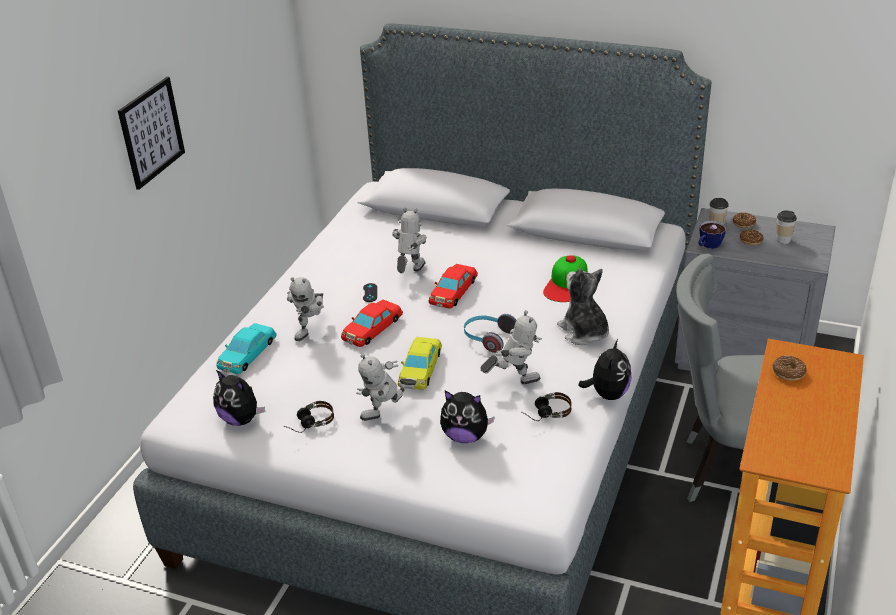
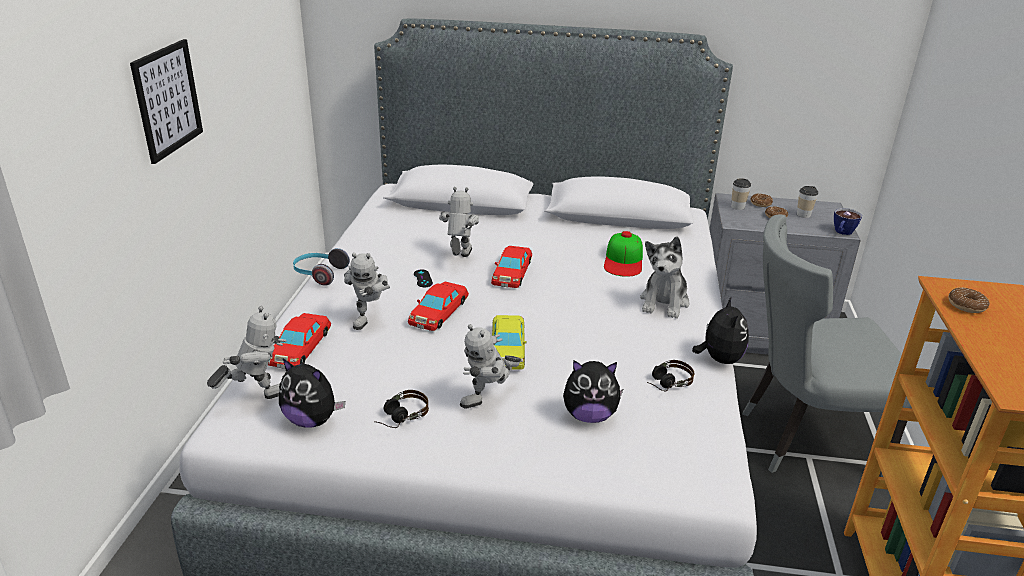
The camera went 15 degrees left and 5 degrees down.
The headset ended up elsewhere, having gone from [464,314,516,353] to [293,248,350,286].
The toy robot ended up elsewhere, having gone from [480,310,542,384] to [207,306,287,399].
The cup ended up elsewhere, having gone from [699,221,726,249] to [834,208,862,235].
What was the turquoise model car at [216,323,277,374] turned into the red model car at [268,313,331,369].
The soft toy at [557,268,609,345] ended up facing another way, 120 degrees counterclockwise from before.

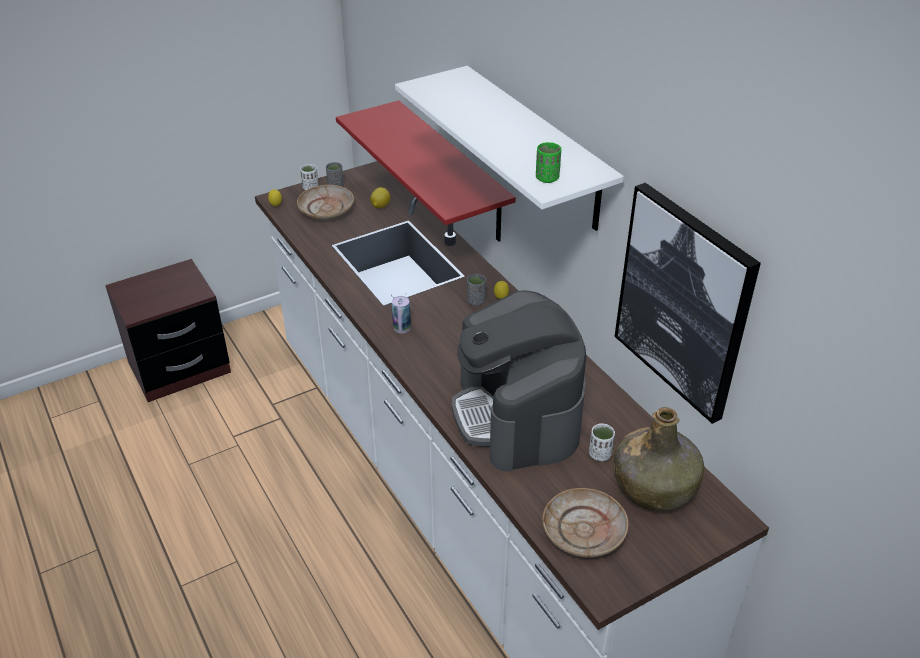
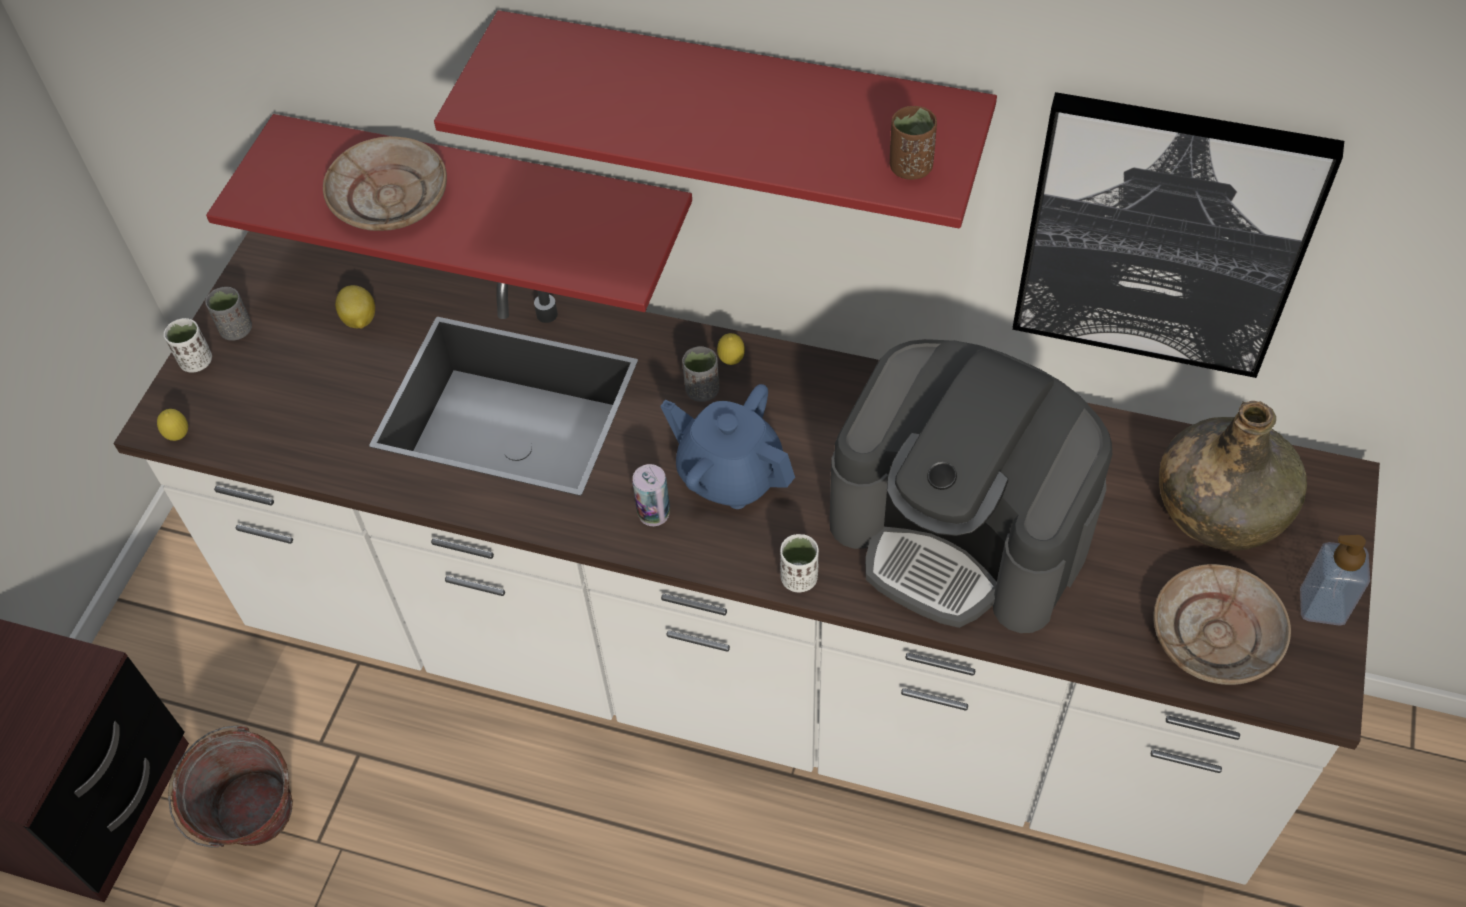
The camera went 40 degrees left and 15 degrees up.
The second view gained the pail at [168,725,293,848].
The second view gained the bluish tea pot at [660,384,795,509].
The second view gained the soap dispenser at [1300,535,1370,626].
The beige-coloured flat dish ended up elsewhere, having gone from [297,185,354,220] to [323,136,447,231].
The white cup ended up elsewhere, having gone from [589,423,615,461] to [780,534,819,593].
What was the white bracket shelf at [395,66,624,231] turned into the red bracket shelf at [434,10,997,228].
What was the greenish cup at [536,142,561,183] turned into the brownish cup at [890,106,937,180].

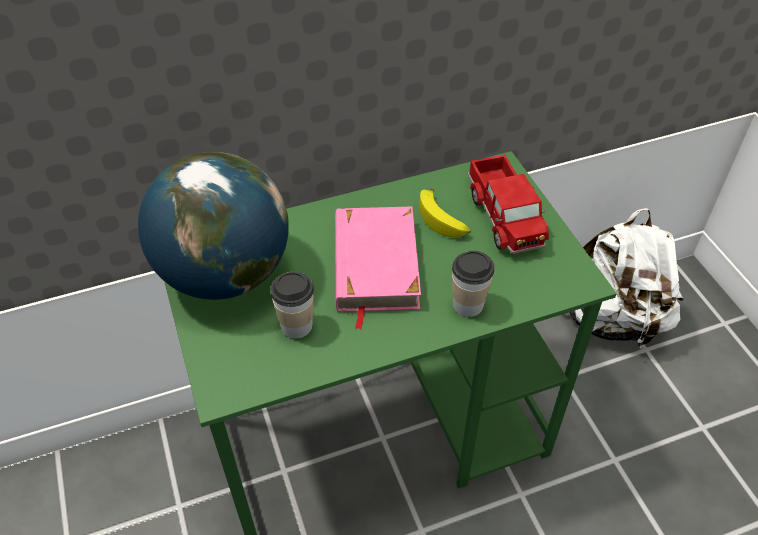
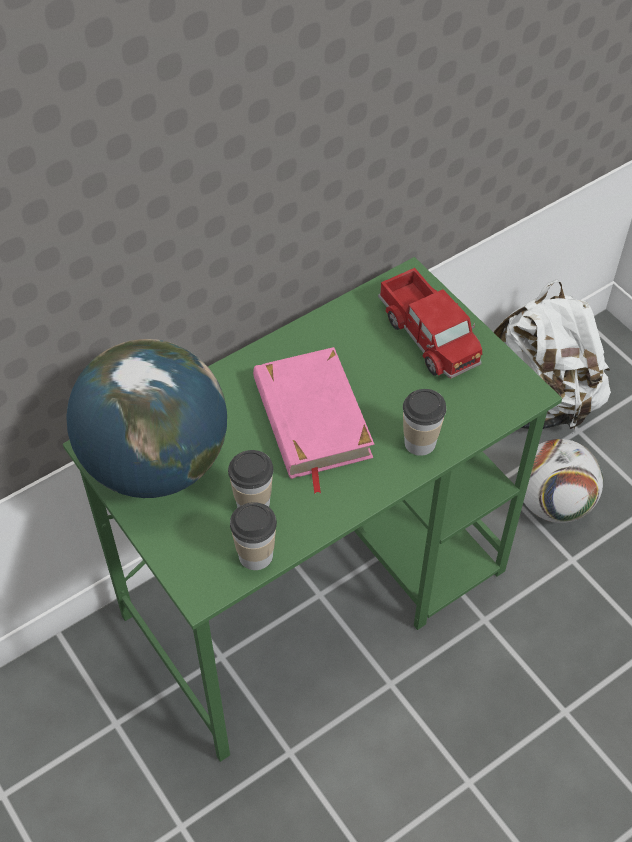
The camera went 15 degrees left and 5 degrees up.
The second view lost the banana at [419,189,471,238].
The second view gained the cup at [230,502,277,570].
The second view gained the ball for football at [524,439,603,523].

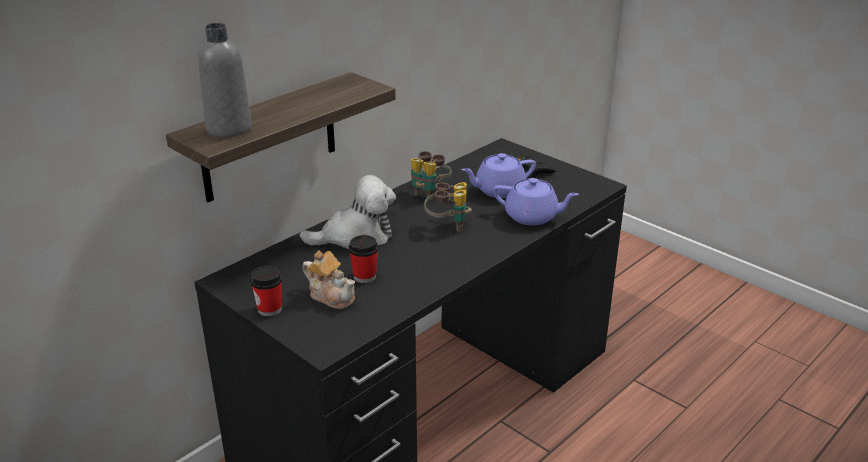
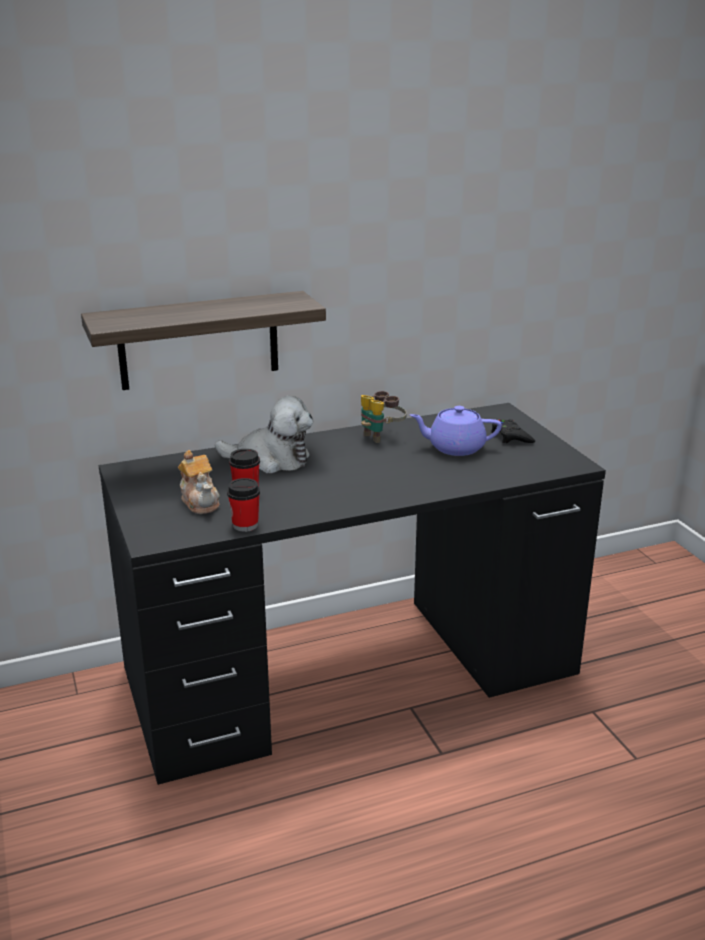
The camera went 25 degrees right and 5 degrees down.
The second view lost the gray beverage bottle at [198,23,252,137].
The second view lost the pair of binoculars at [424,182,472,232].
The second view lost the purple-coloured tea pot at [493,178,579,225].
The cup ended up elsewhere, having gone from [250,266,282,317] to [227,478,260,532].

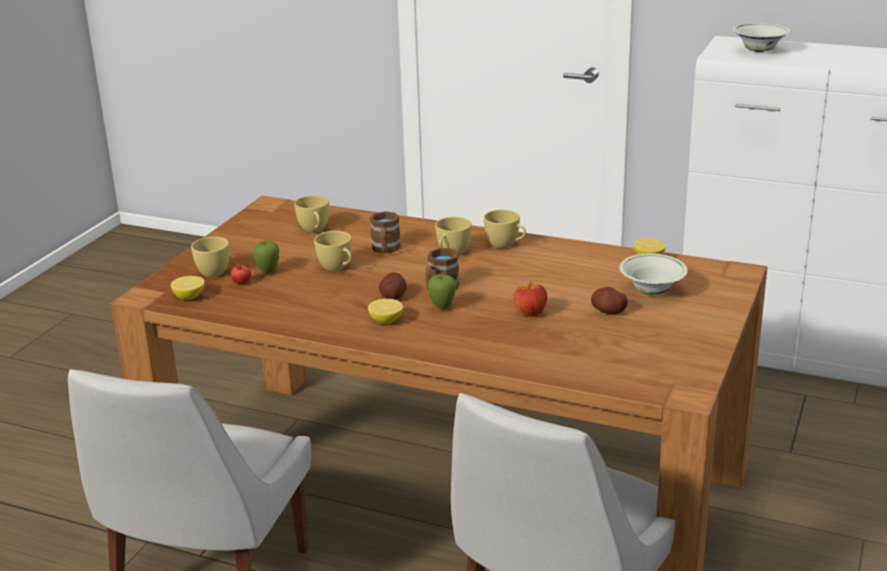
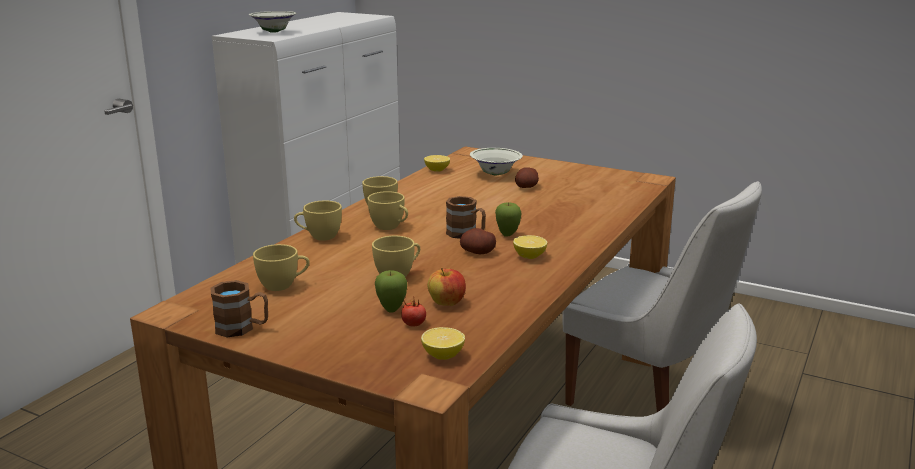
The camera went 85 degrees left and 5 degrees down.
The yellow cup ended up elsewhere, having gone from [191,237,230,277] to [294,200,342,241].
The brownish tea mug ended up elsewhere, having gone from [370,211,401,253] to [211,280,268,337].
The apple fruit ended up elsewhere, having gone from [513,281,547,317] to [428,268,466,306].

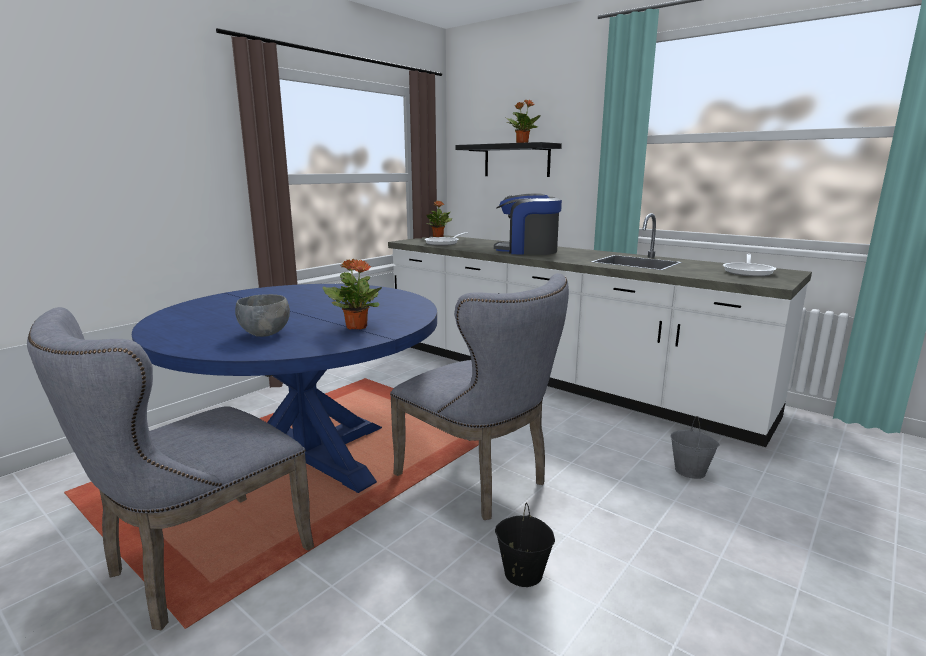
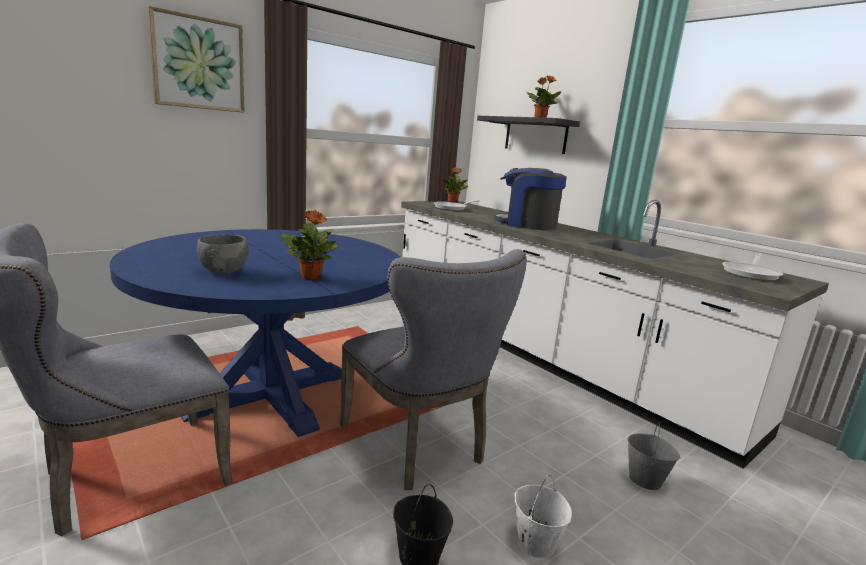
The camera went 10 degrees right and 0 degrees up.
The second view gained the wall picture at [147,6,245,113].
The second view gained the white pail at [515,475,572,558].

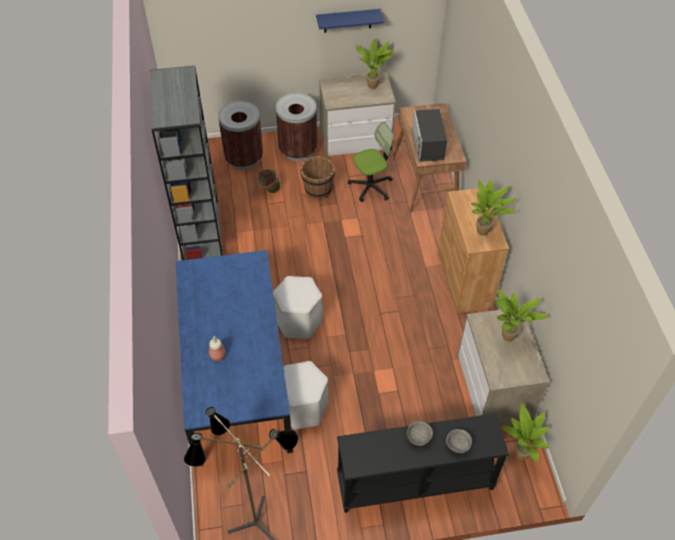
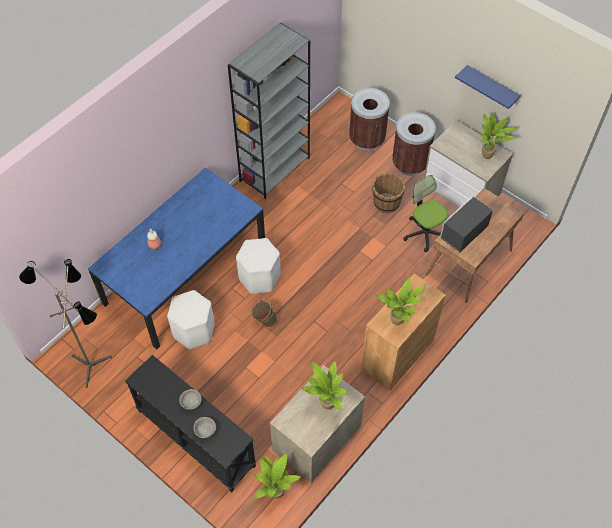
The camera went 50 degrees right and 5 degrees up.
The greenish pail ended up elsewhere, having gone from [257,168,280,193] to [251,300,277,327].
The computer chair at [348,122,394,202] ended up facing another way, 150 degrees counterclockwise from before.

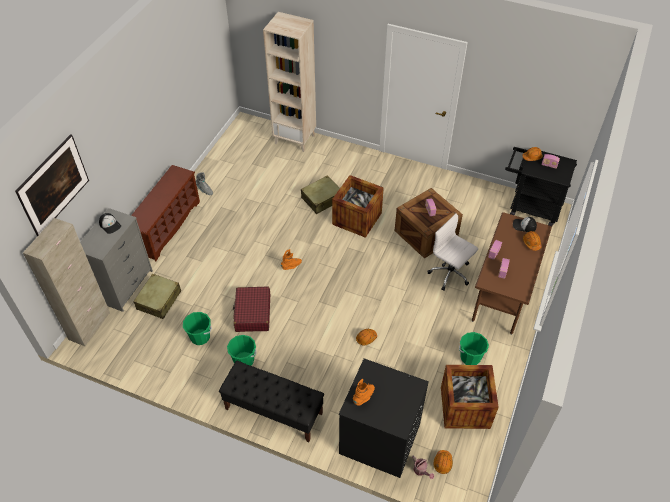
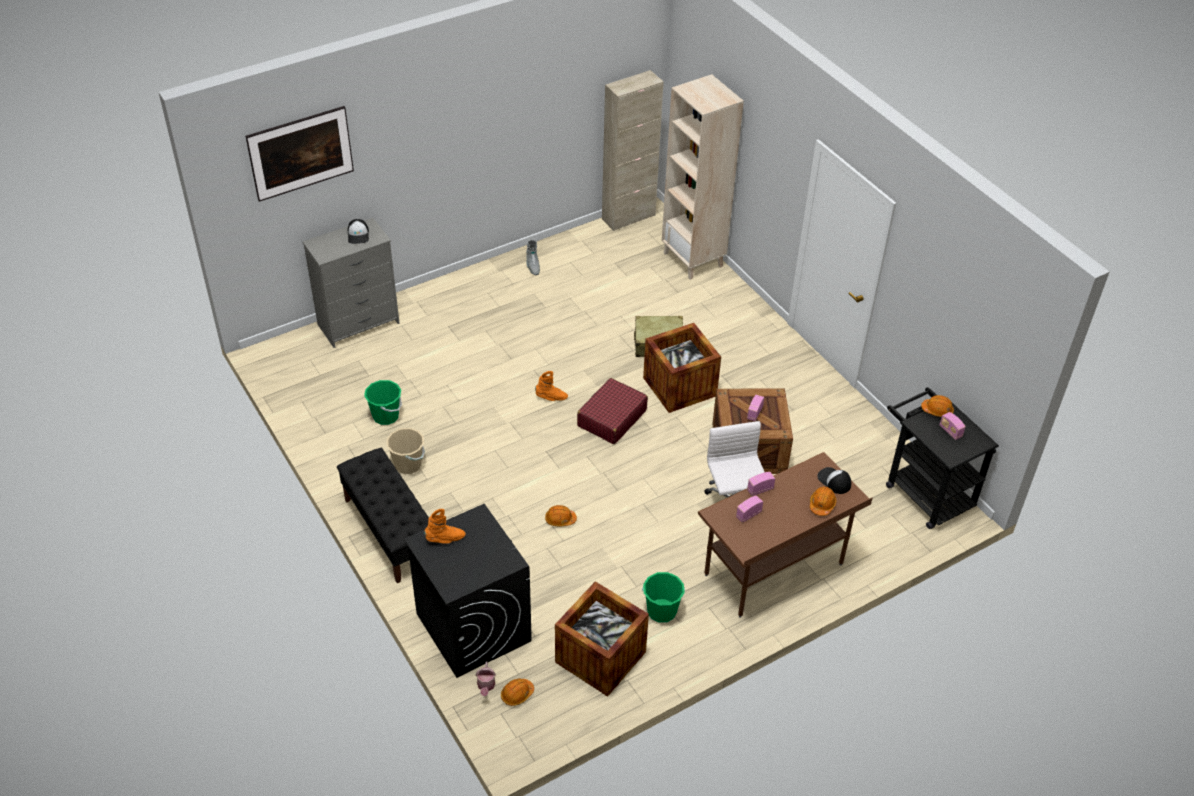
The camera went 35 degrees right and 5 degrees down.
The second view lost the brownish shoe rack at [131,165,200,261].
The second view lost the beige-coloured piece of luggage at [133,274,181,319].
The beige-coloured storage cabinet ended up elsewhere, having gone from [23,218,110,346] to [602,70,664,231].
The red piece of luggage ended up elsewhere, having gone from [233,287,270,332] to [577,378,648,444].
What was the greenish pail at [227,335,257,366] turned into the beige-coloured pail at [386,428,425,474].

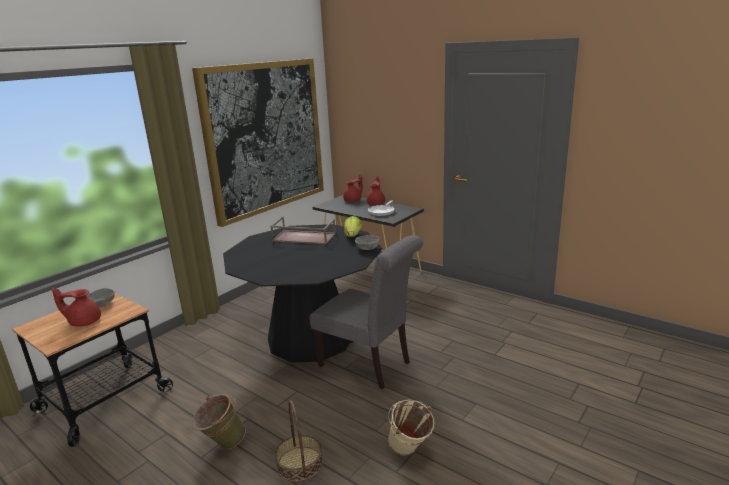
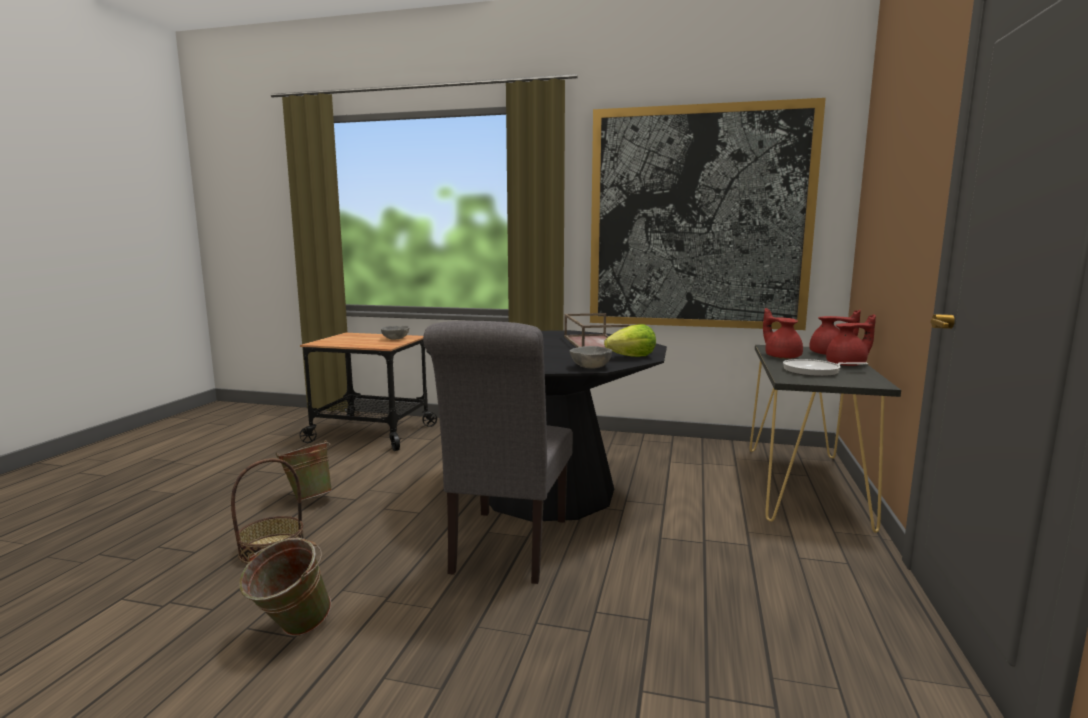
The camera went 65 degrees right and 10 degrees down.
The red tea pot ended up elsewhere, having gone from [52,288,101,327] to [763,308,803,359].
What was the beige-coloured pail at [388,399,435,456] turned into the greenish pail at [239,538,332,636].

